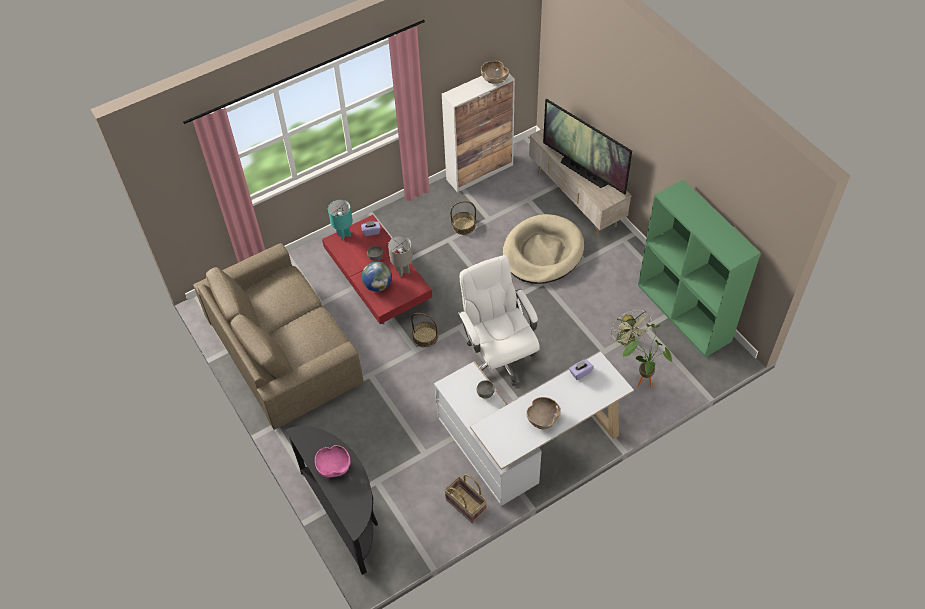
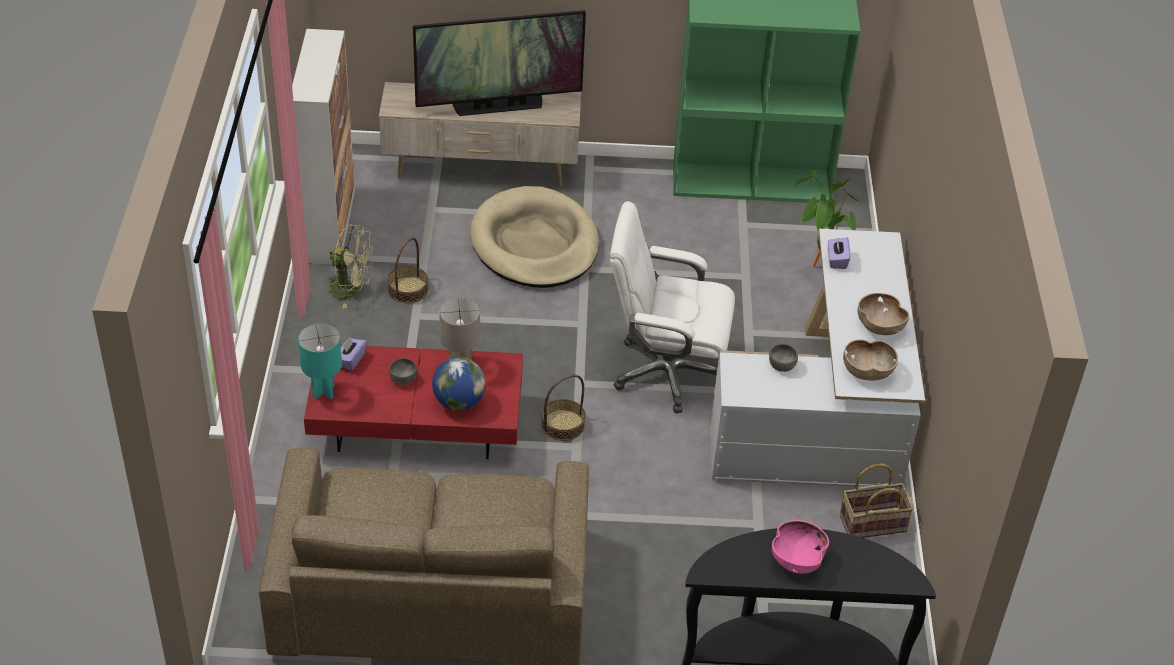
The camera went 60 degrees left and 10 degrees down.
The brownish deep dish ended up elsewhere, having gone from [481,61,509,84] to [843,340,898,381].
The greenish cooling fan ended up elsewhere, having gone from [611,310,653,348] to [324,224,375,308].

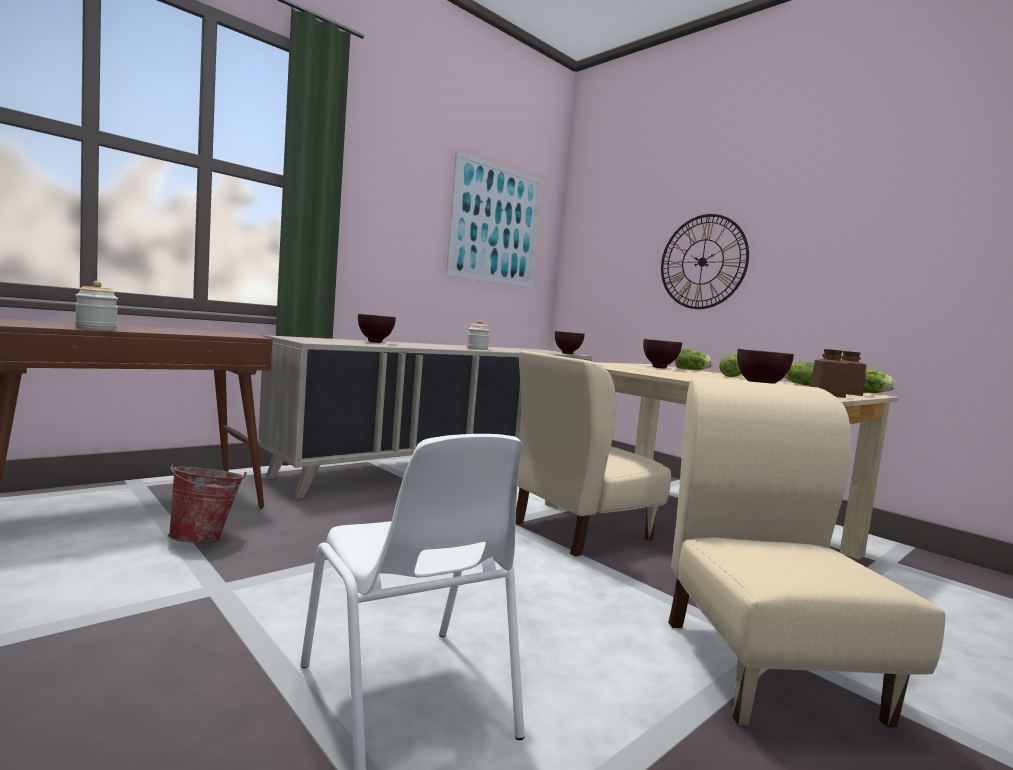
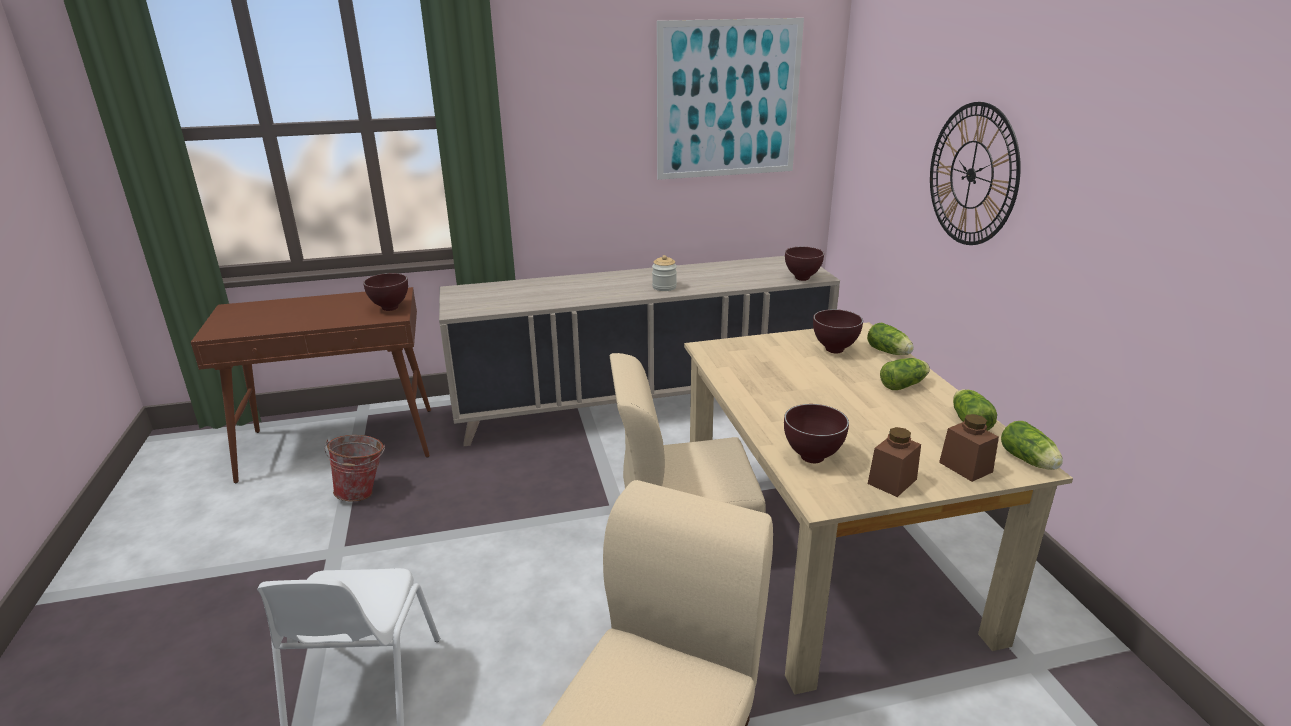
The camera went 30 degrees right and 20 degrees up.
The second view lost the preserve jar at [75,281,118,330].
The brownish deep dish ended up elsewhere, having gone from [358,314,396,343] to [363,273,408,311].

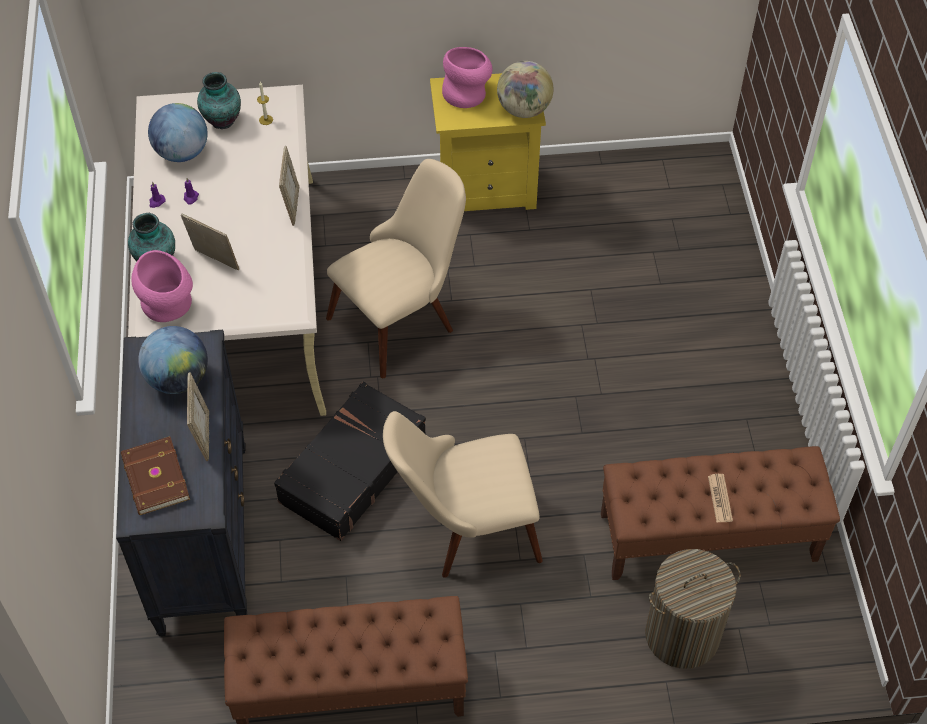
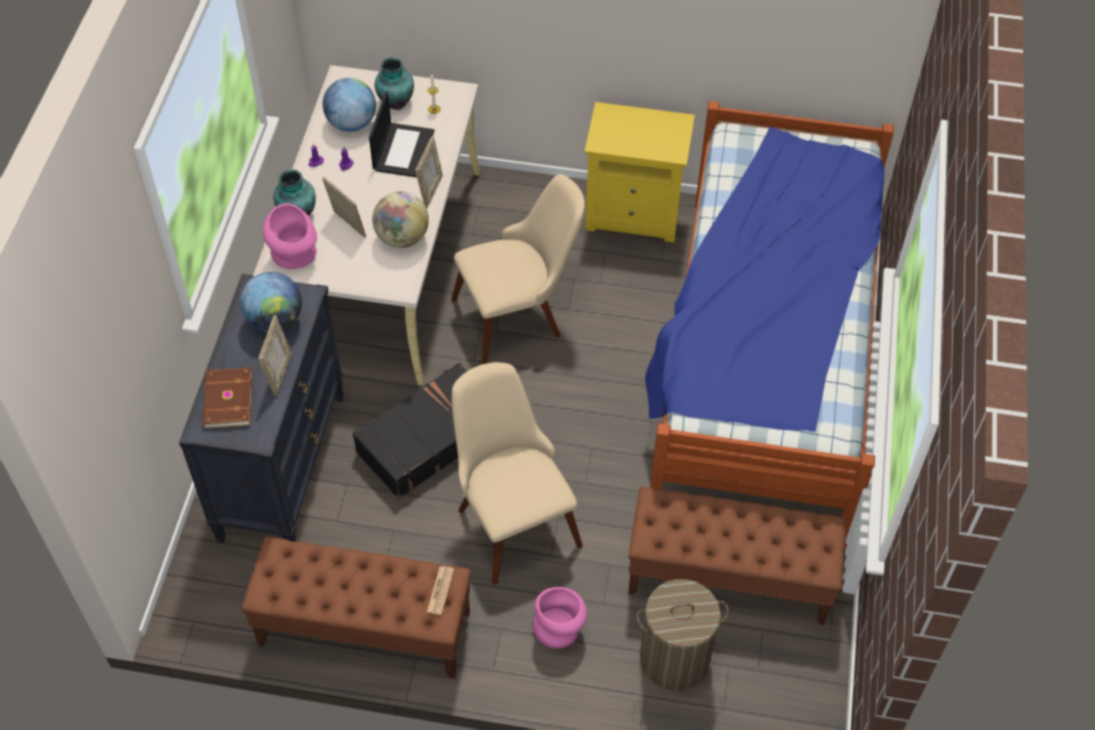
The camera went 15 degrees right and 0 degrees up.
The second view gained the laptop at [369,91,435,177].
The second view gained the bed at [645,101,894,550].
The pinkish decorative vase ended up elsewhere, having gone from [442,47,493,108] to [533,587,587,649].
The globe ended up elsewhere, having gone from [497,61,554,118] to [372,191,429,248].
The newspaper ended up elsewhere, having gone from [708,474,733,522] to [427,566,454,615].
The beige-coloured chair at [383,411,543,578] ended up facing another way, 60 degrees clockwise from before.

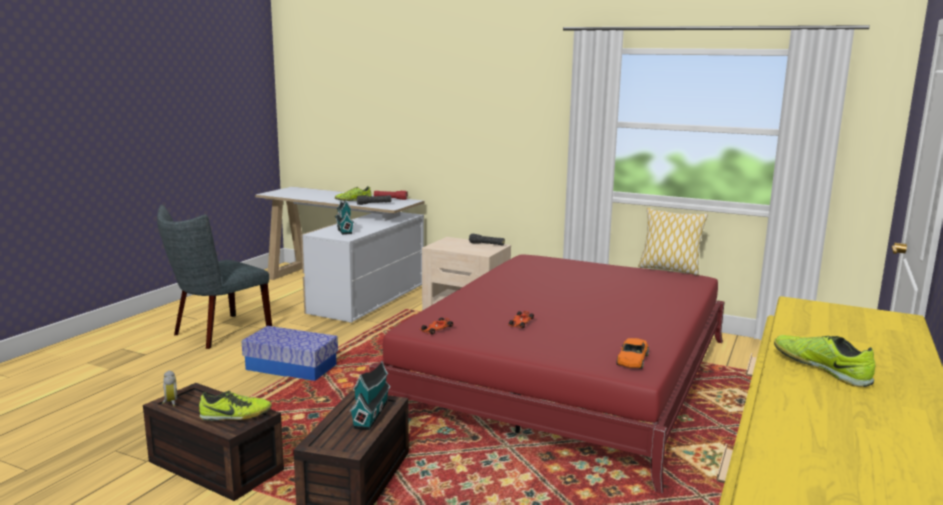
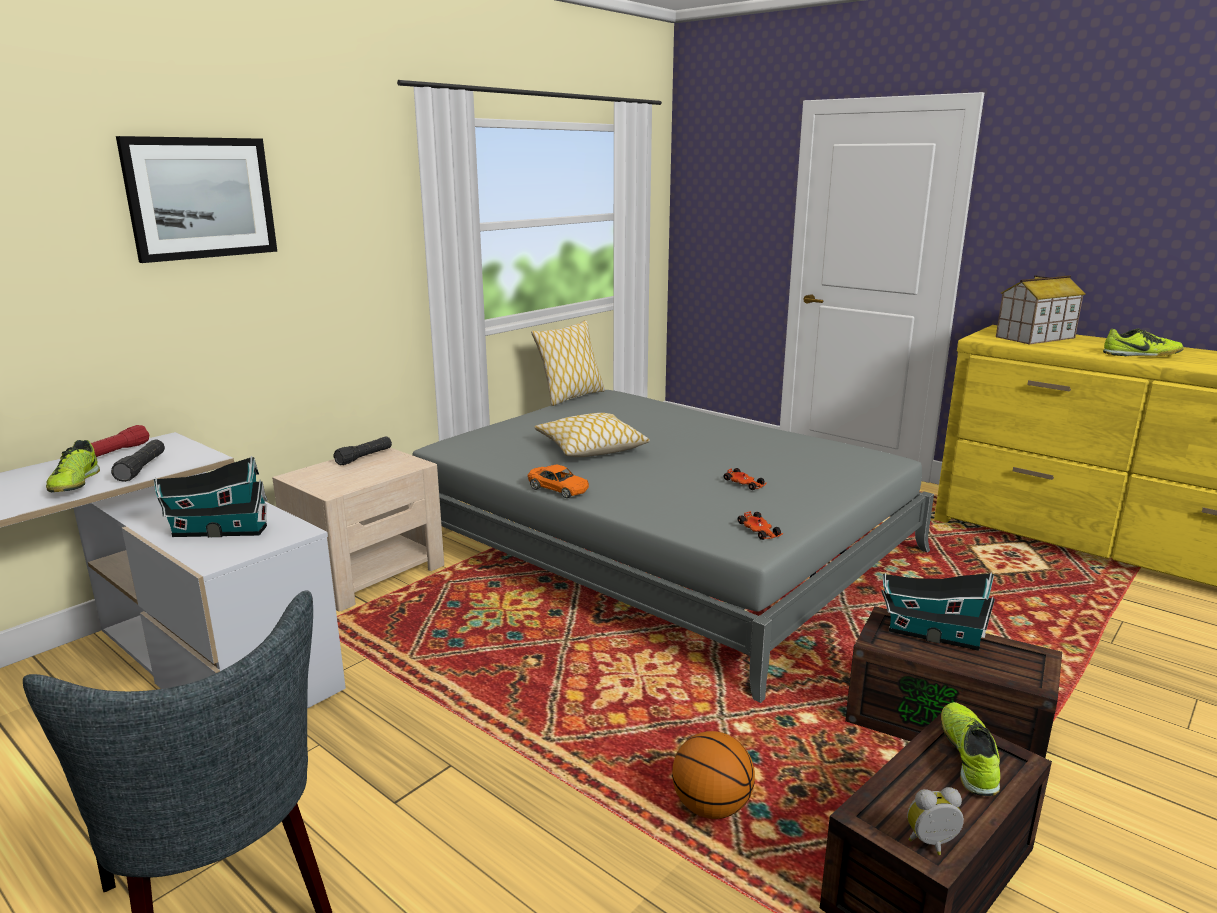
The camera went 75 degrees left and 5 degrees up.
The second view lost the storage box at [241,326,338,381].
The second view gained the wall picture at [116,136,277,263].
The second view gained the pillow at [535,413,650,457].
The second view gained the basketball at [672,731,755,819].
The second view gained the toy house at [996,275,1086,345].
The orangey model car ended up elsewhere, having gone from [617,338,649,369] to [527,464,589,498].
What was the red bed at [369,255,725,493] turned into the gray bed at [412,390,934,703].
The shoe at [774,335,875,387] ended up facing another way, 150 degrees counterclockwise from before.

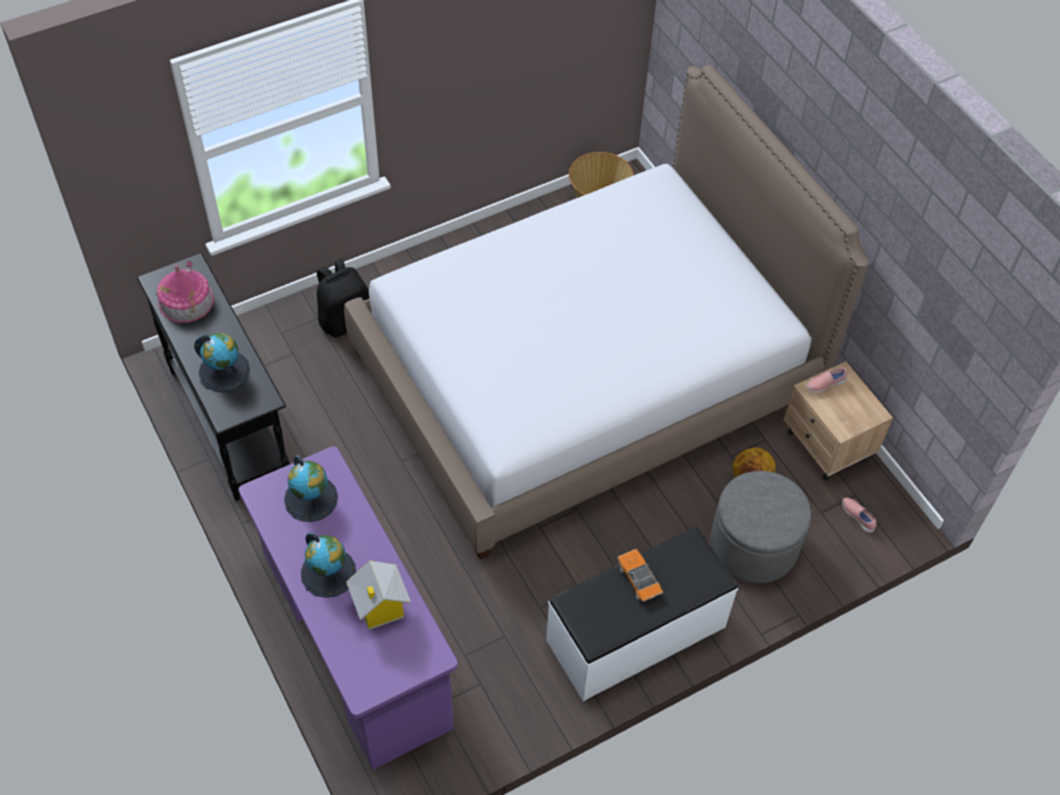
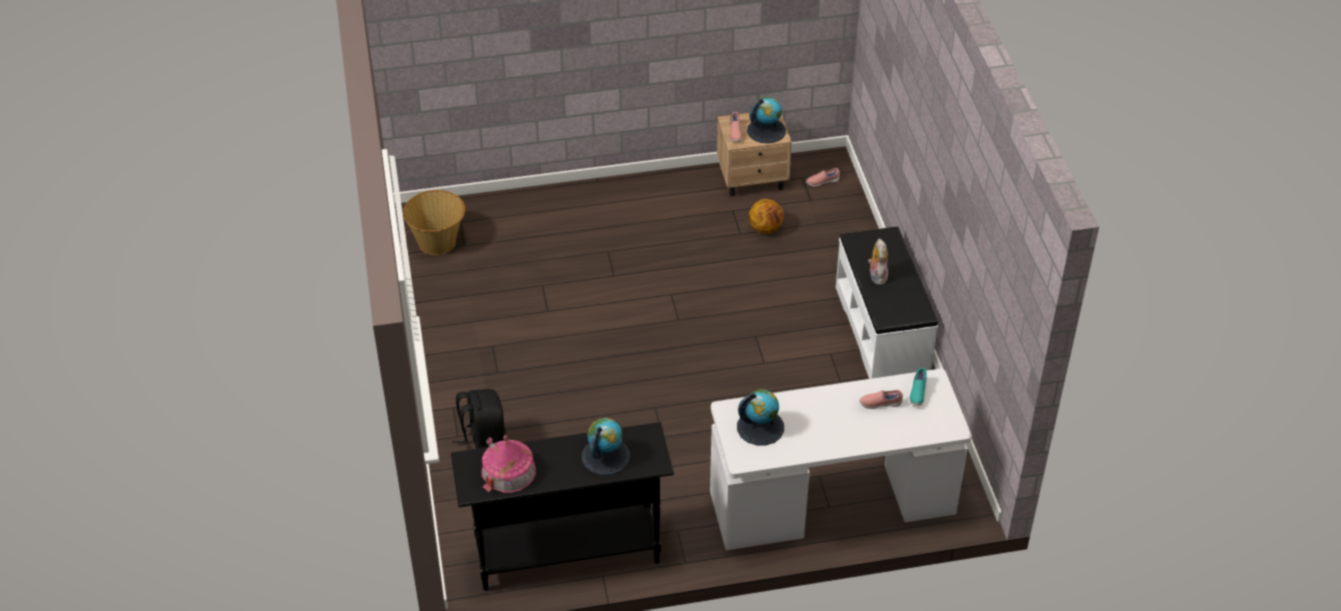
The camera went 70 degrees left and 10 degrees down.
The second view lost the bed at [344,65,869,560].
The second view lost the gray pouffe at [710,471,811,583].
The second view gained the turquoise shoe at [910,368,927,406].
The globe ended up elsewhere, having gone from [301,532,356,598] to [747,97,786,143].
Where the toy house stood at [346,561,411,630], the pinkish shoe came to stand at [859,390,903,409].
Where the model car stood at [617,549,663,602], the soft toy came to stand at [868,239,888,285].
What was the purple-coloured desk at [239,446,458,770] turned into the white desk at [710,369,972,550].

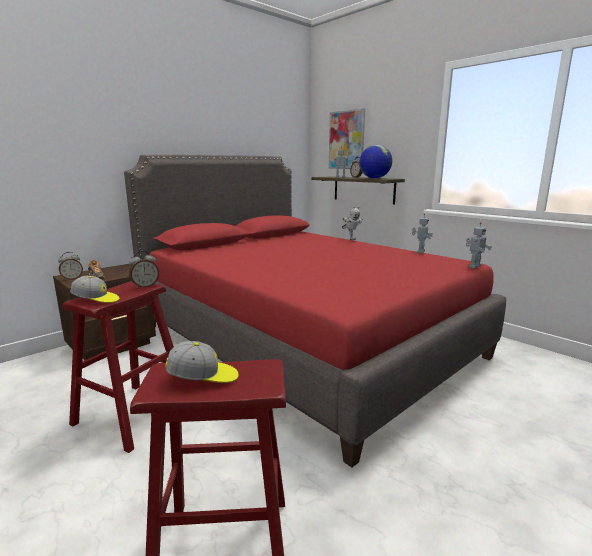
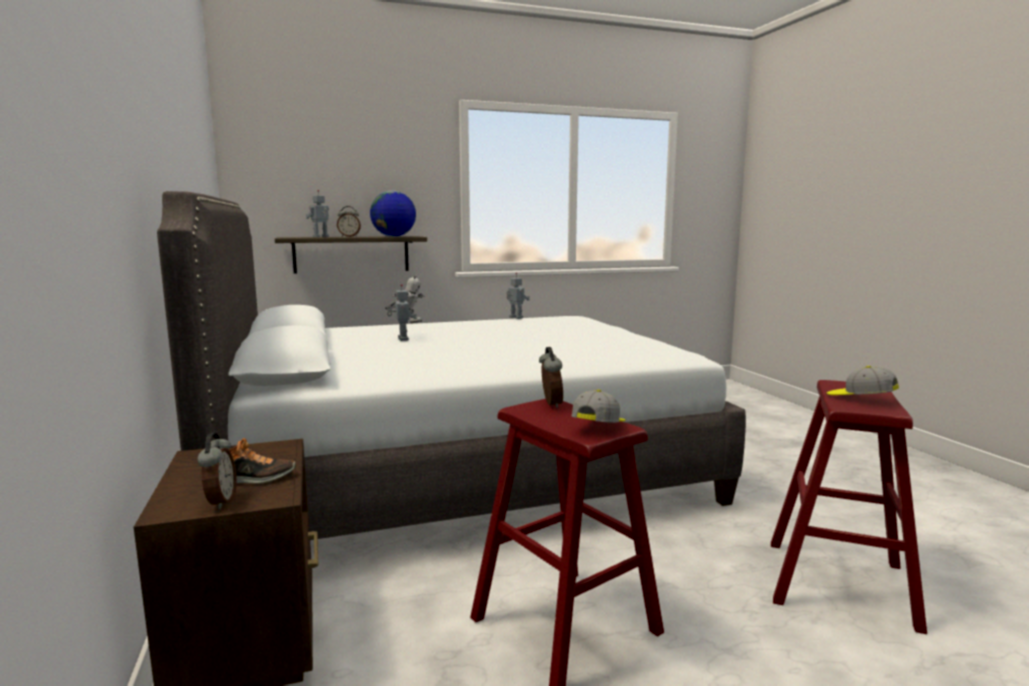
The camera went 65 degrees left and 5 degrees down.
The second view lost the wall picture at [329,108,365,169].
The toy robot ended up elsewhere, having gone from [466,222,492,268] to [387,284,417,341].
What was the red bed at [124,155,506,467] turned into the white bed at [157,191,746,540].
The peaked cap at [165,341,239,383] ended up facing another way, 60 degrees counterclockwise from before.

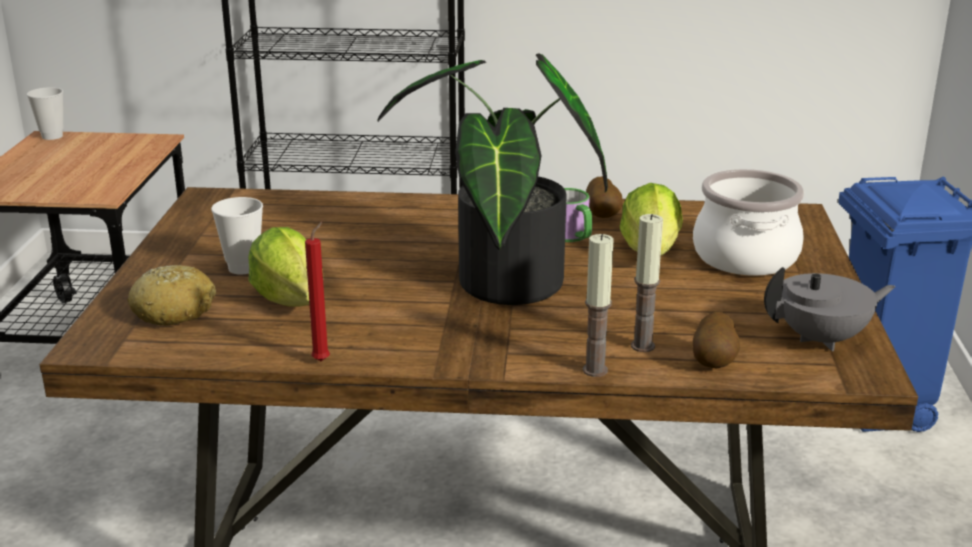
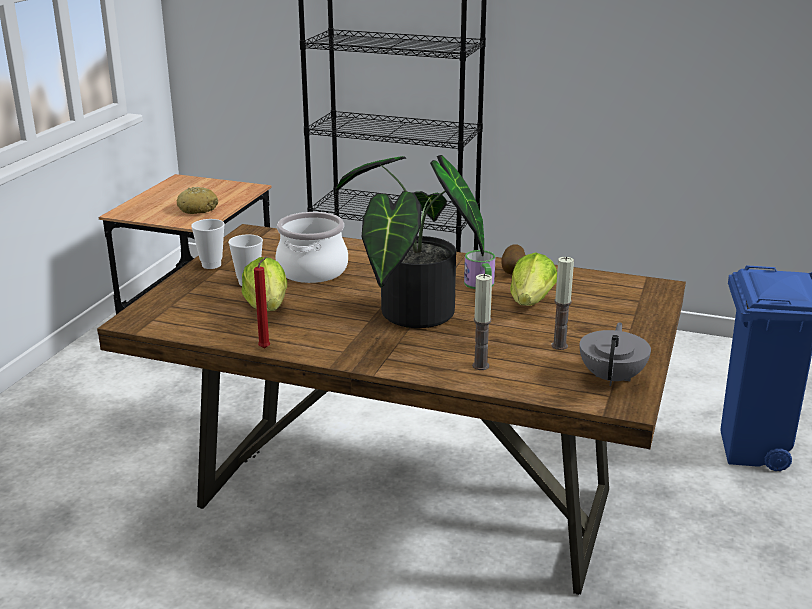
The camera went 15 degrees right and 0 degrees up.
The second view lost the spud at [693,312,740,369].
The cup ended up elsewhere, having gone from [27,87,63,140] to [191,219,225,269].
The bread ended up elsewhere, having gone from [127,265,216,326] to [177,187,218,214].
The wax light ended up elsewhere, having gone from [583,234,614,377] to [552,257,574,350].
The cooking pot ended up elsewhere, having gone from [693,169,804,276] to [275,212,348,283].
The gray tea pot at [764,267,896,351] ended up facing another way, 75 degrees counterclockwise from before.

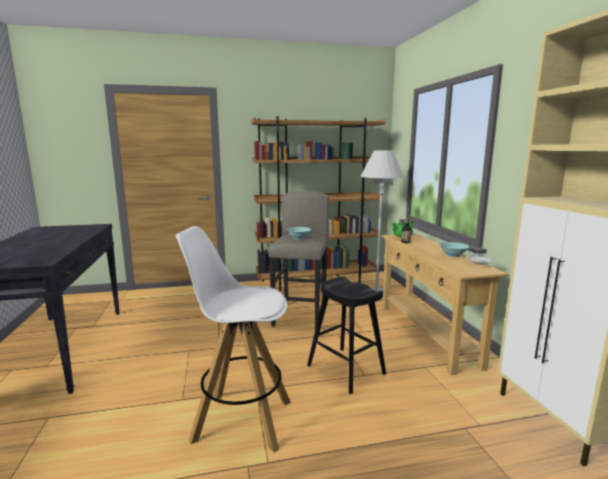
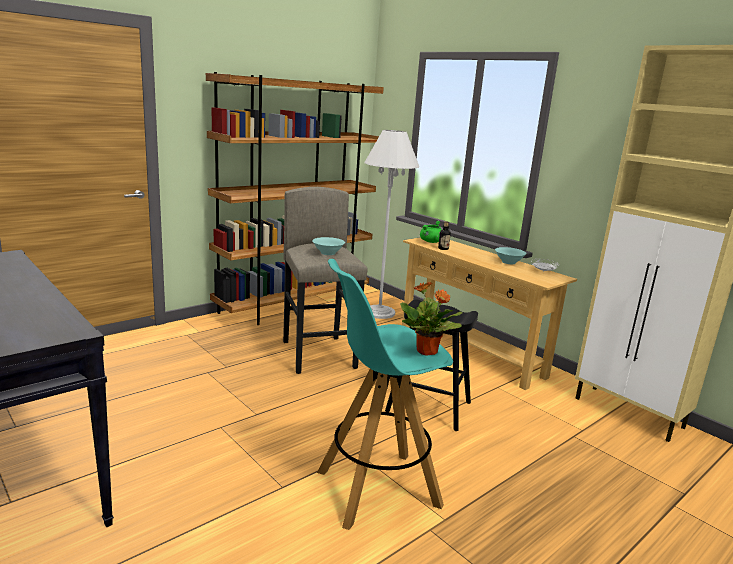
The camera went 30 degrees left and 5 degrees up.
The second view gained the potted plant at [400,282,462,356].
What was the white sitting stool at [175,226,291,452] turned into the turquoise sitting stool at [317,259,453,530].

